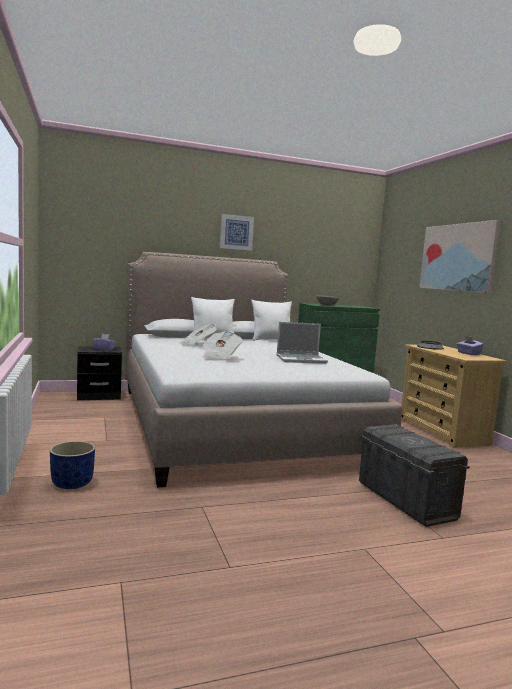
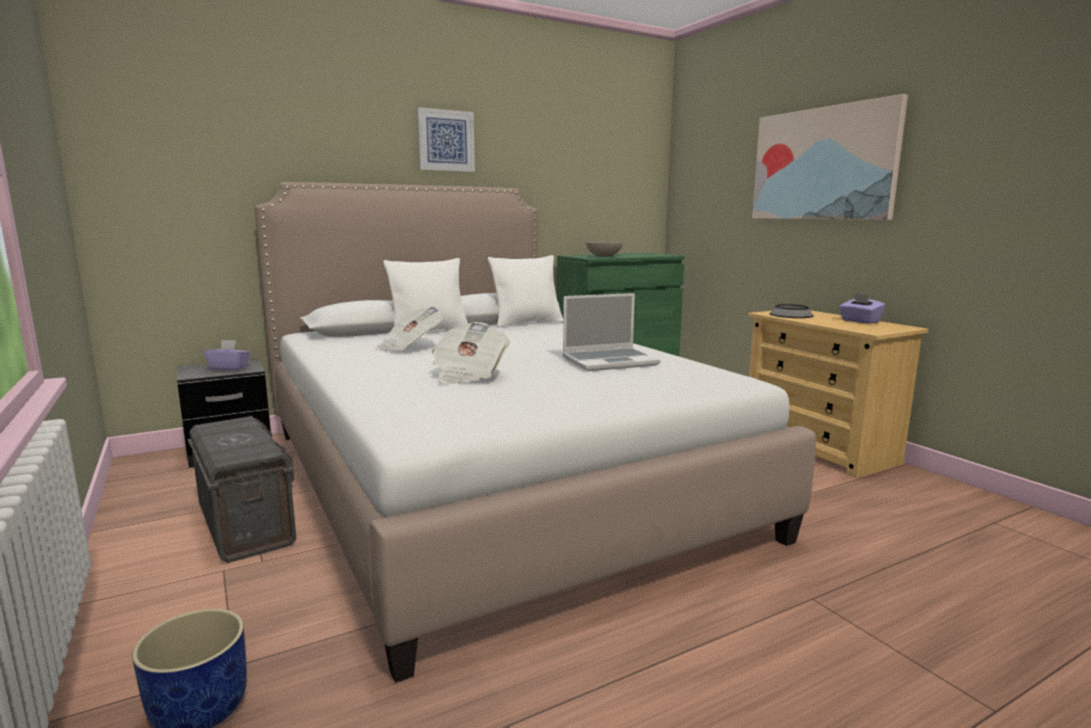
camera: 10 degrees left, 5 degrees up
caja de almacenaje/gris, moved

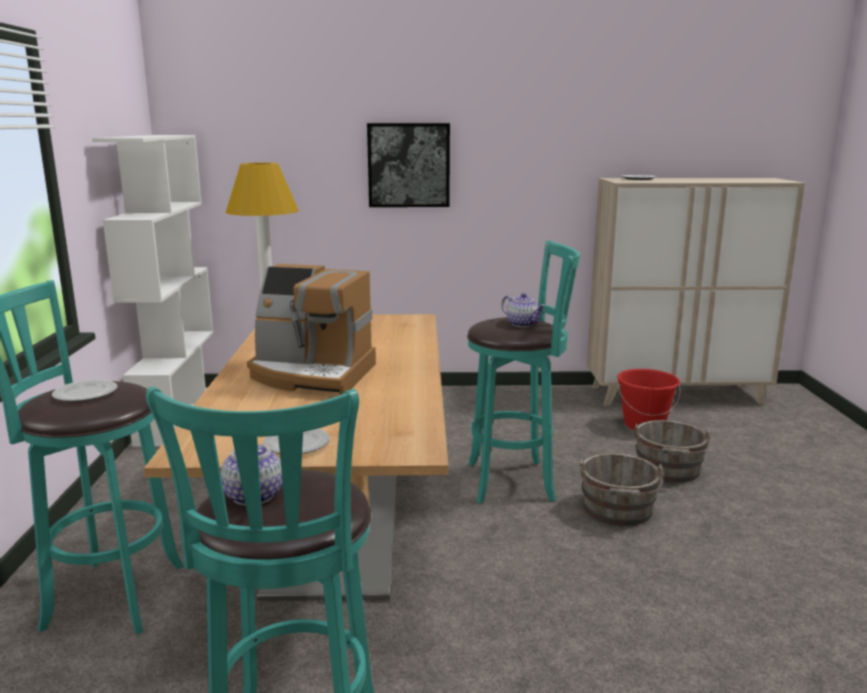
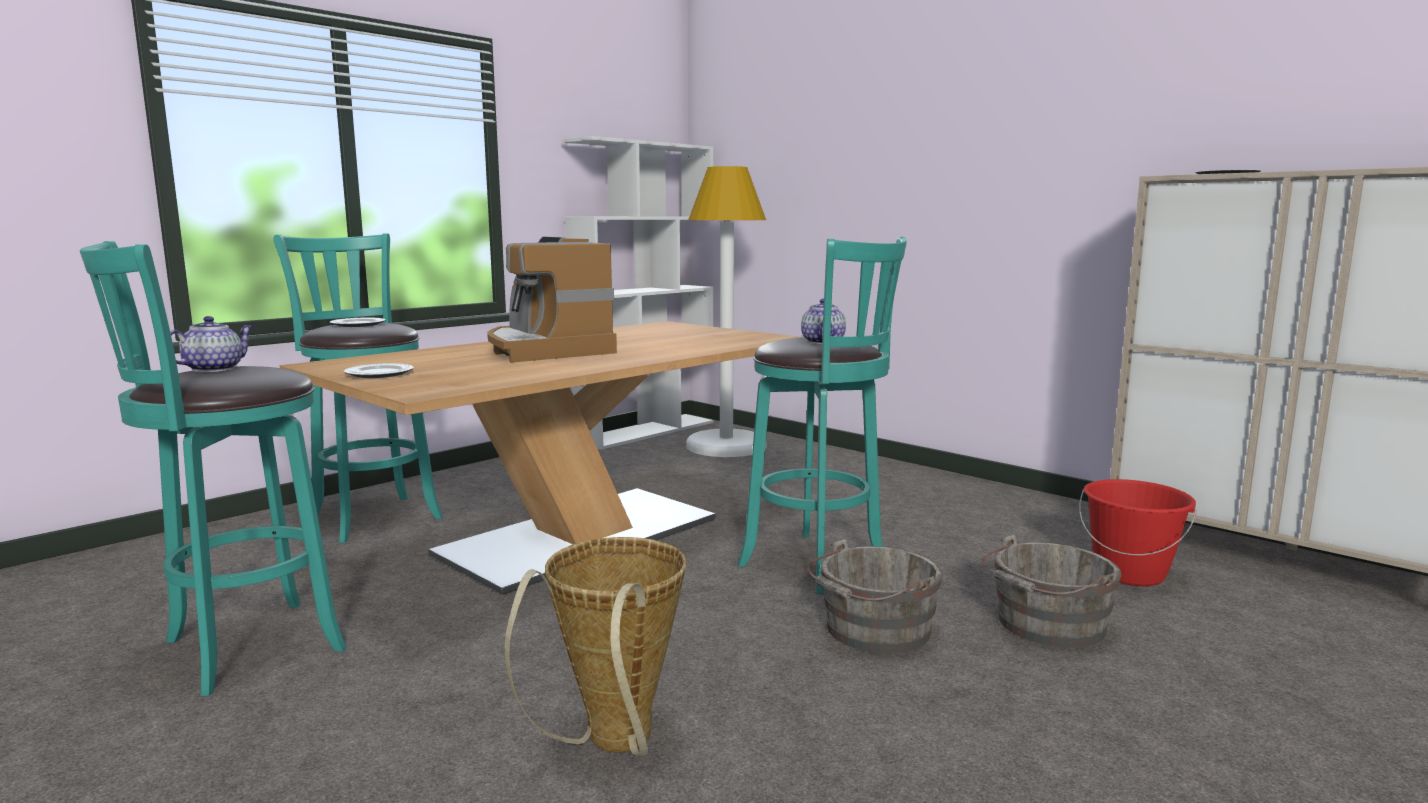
camera: 45 degrees right, 5 degrees down
- → cesta
cuadro → -

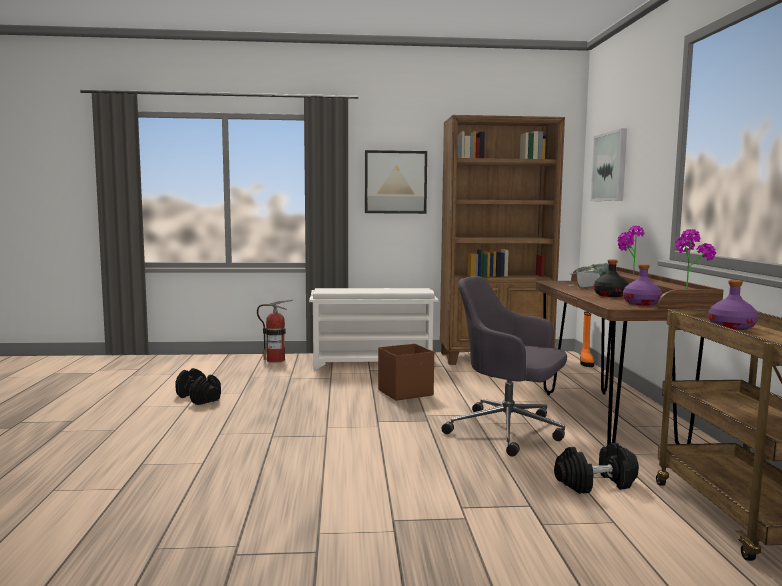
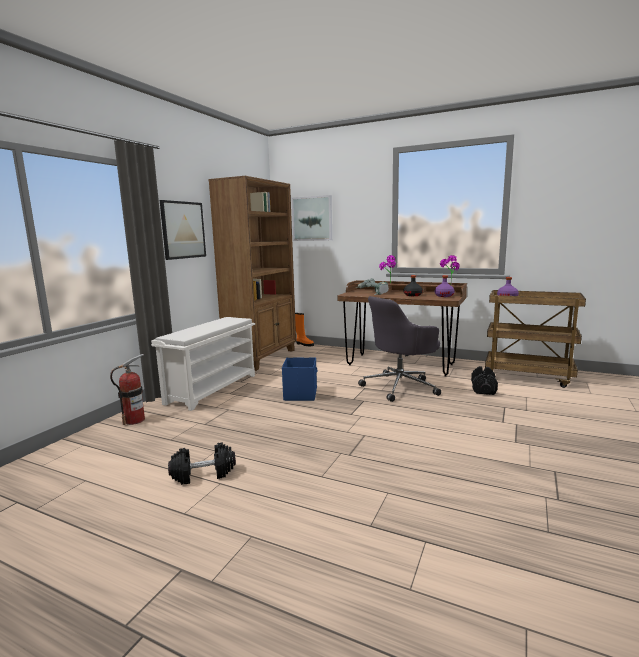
camera: 60 degrees left, 5 degrees up
caja de almacenaje/marrón → caja de almacenaje/azul

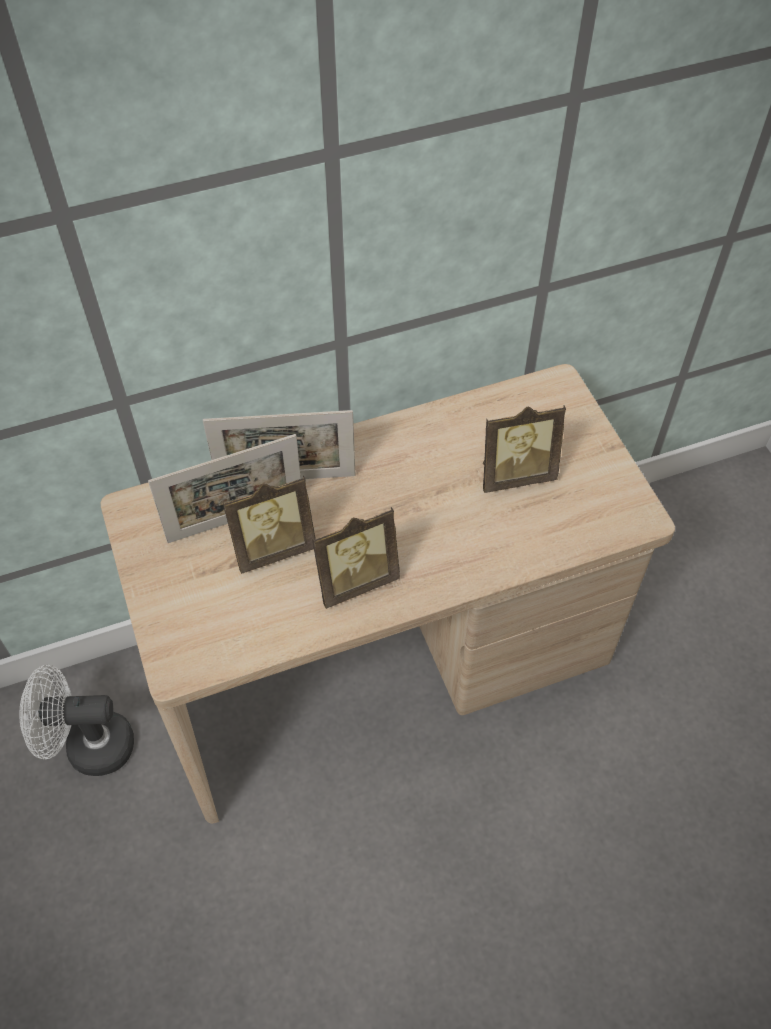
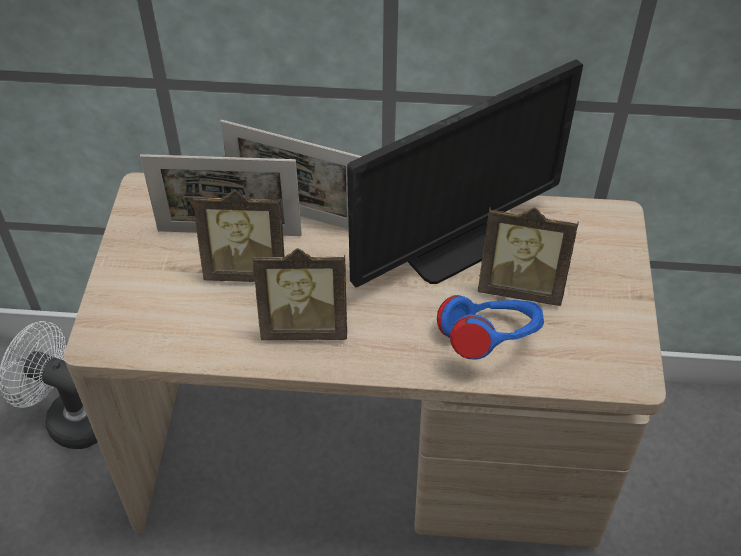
camera: 25 degrees right, 5 degrees down
- → monitor
- → auriculares/azul

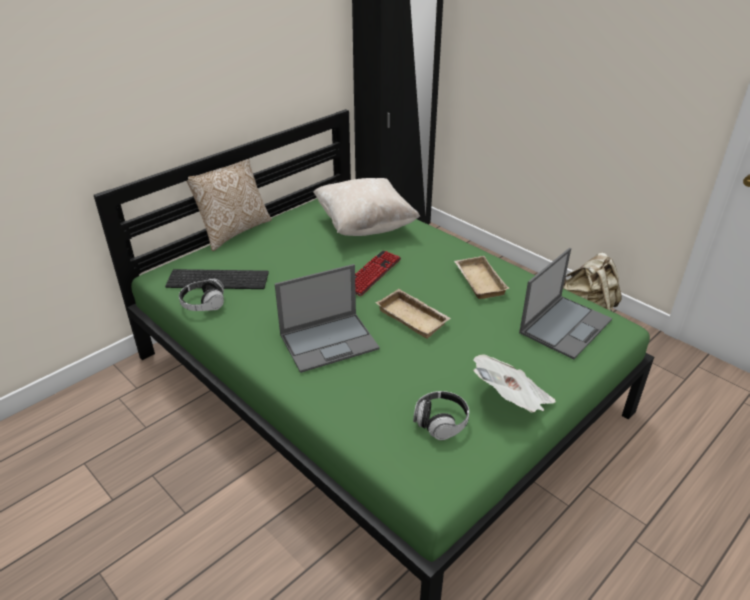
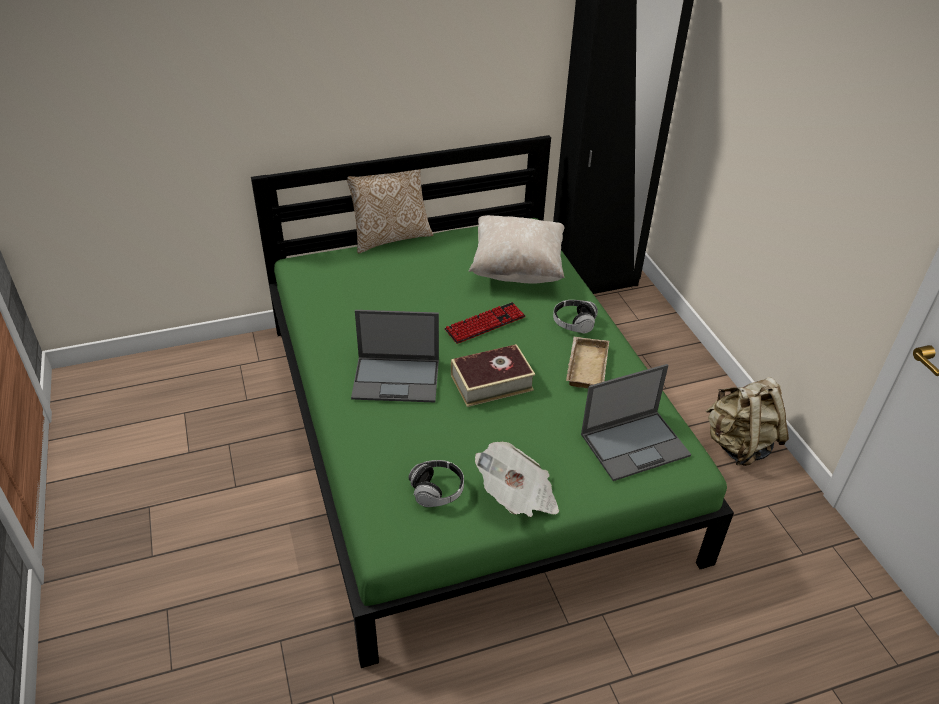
camera: 25 degrees right, 5 degrees up
bandeja/beis (1st from left) → libro
auriculares (1st from left in the first image) → auriculares (2nd from left), moved
teclado (1st from left) → -

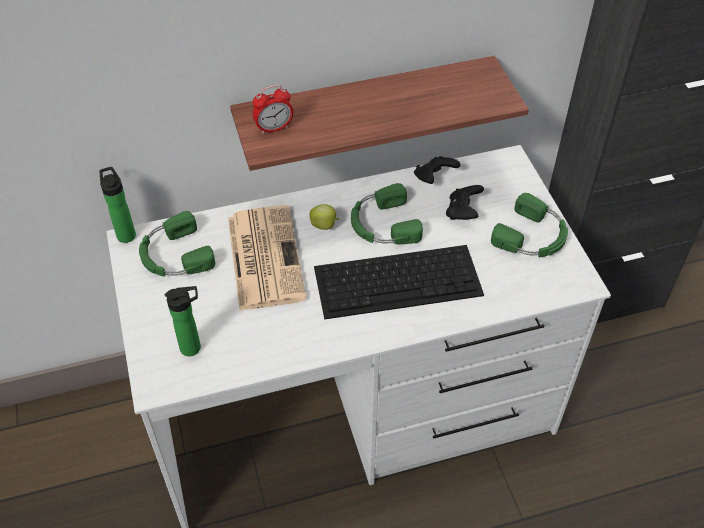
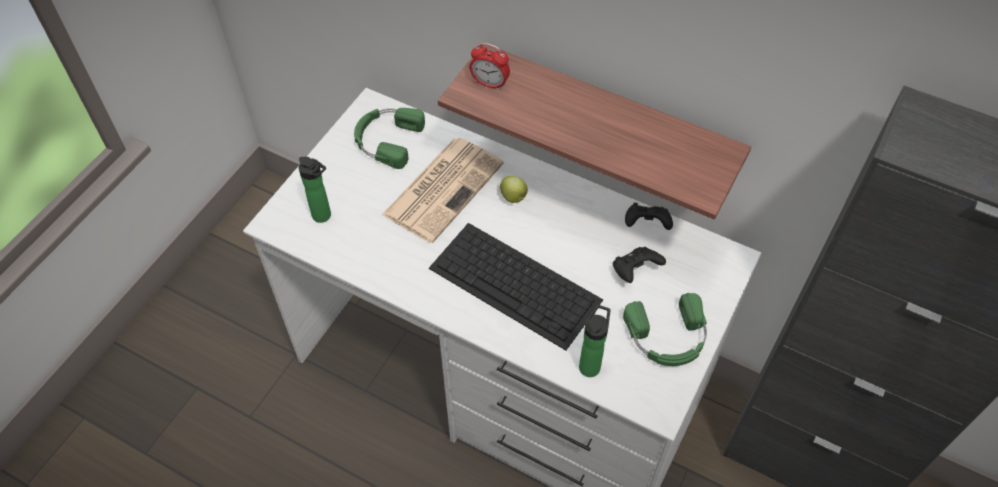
camera: 45 degrees right, 5 degrees up
botella (1st from left in the first image) → botella (2nd from left), moved
auriculares/verde (2nd from left) → -

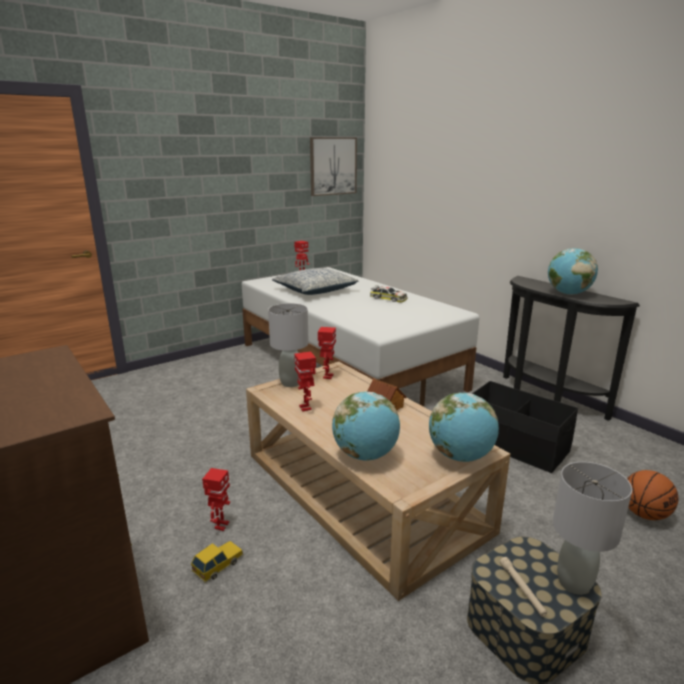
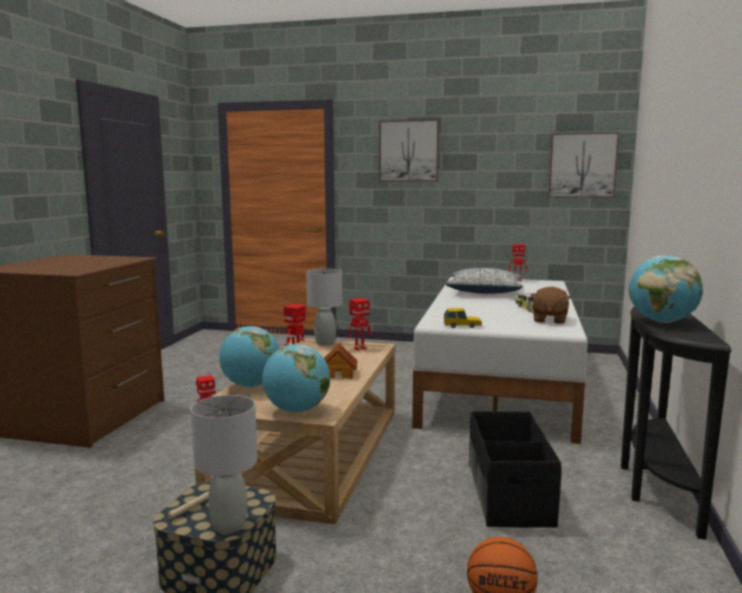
camera: 50 degrees right, 10 degrees down
- → cuadro (1st from left)
coche de juguete (1st from left), moved
- → peluche/marrón

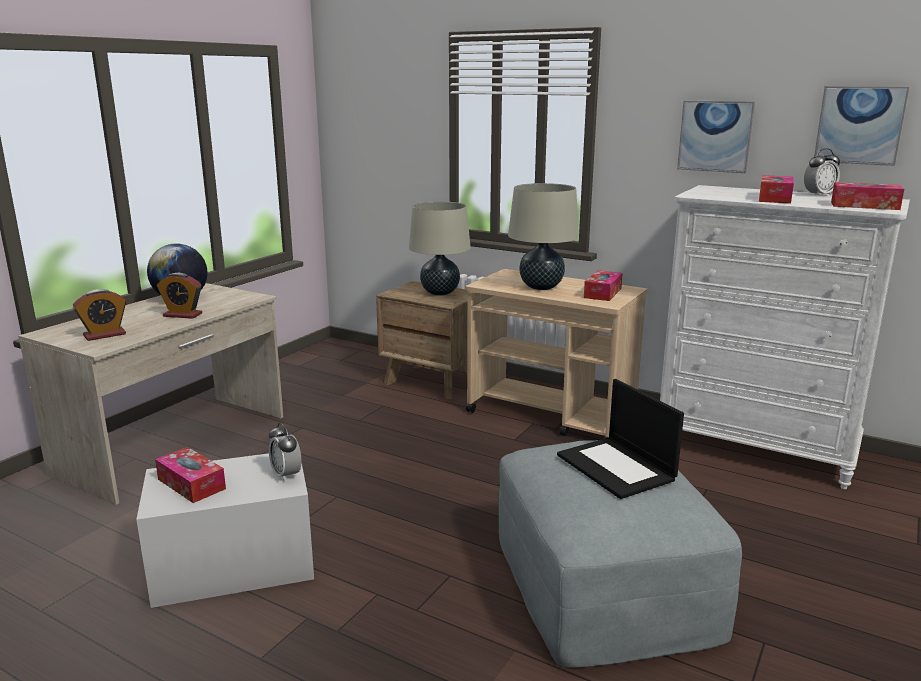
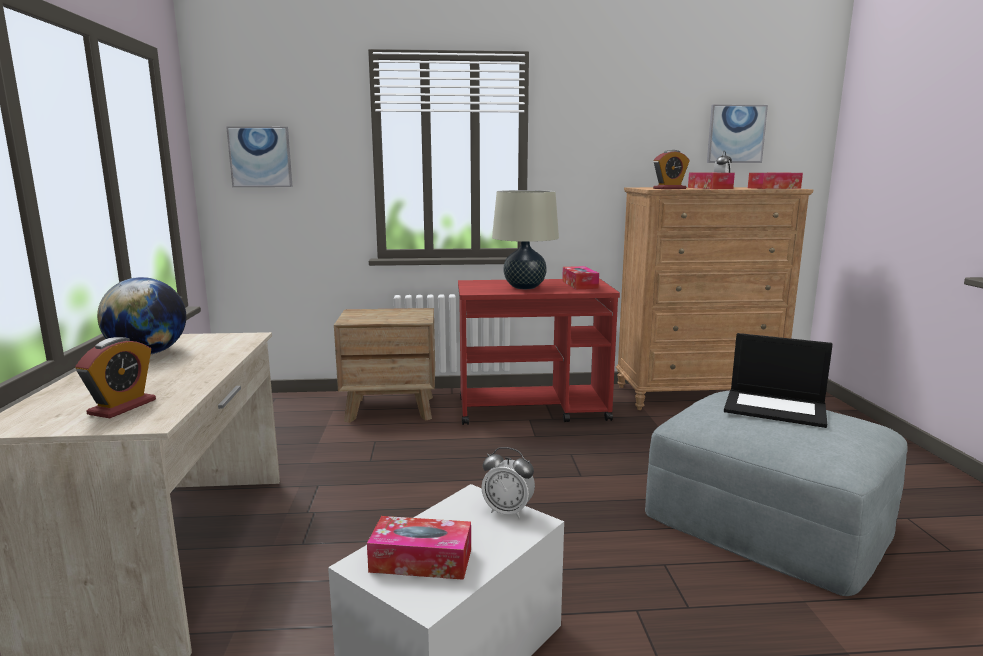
camera: 35 degrees left, 5 degrees down
cuadro (1st from left), moved
carrito/beis → carrito/rojo
cómoda/blanco → cómoda/marrón
despertador (2nd from left in the first image) → despertador (3rd from left), moved
lámpara de mesa/beis (1st from left) → -

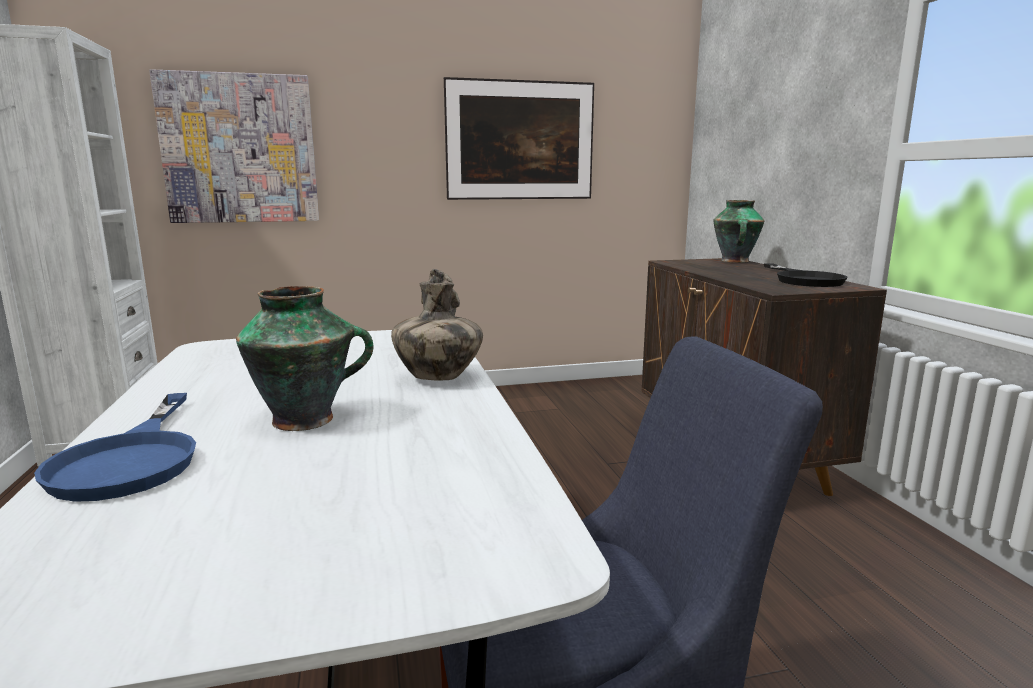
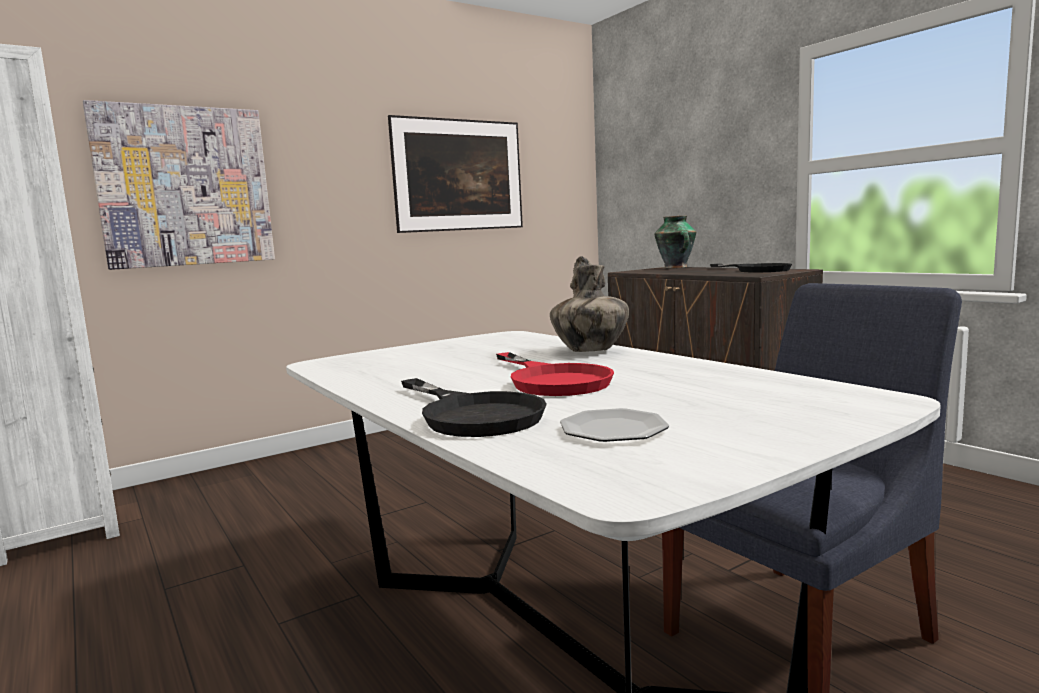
camera: 20 degrees left, 5 degrees down
sartén/azul → sartén/negro (1st from left)
florero (1st from left) → sartén/rojo
- → plato

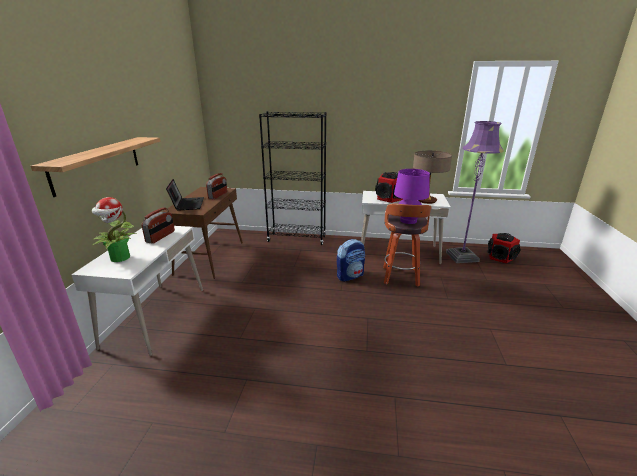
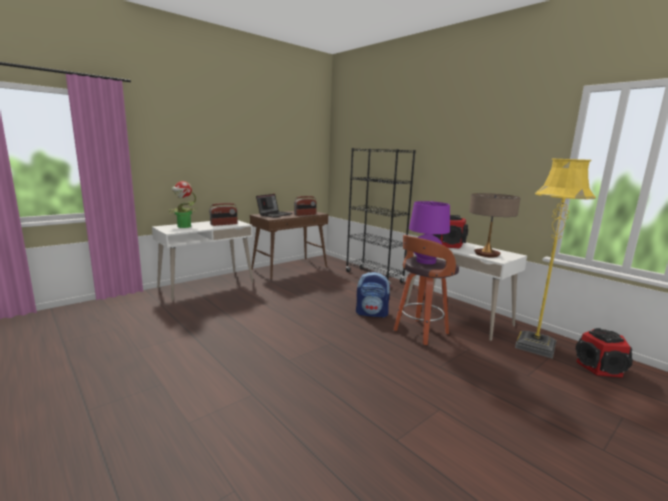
camera: 40 degrees right, 10 degrees down
lámpara de pie/morado → lámpara de pie/amarillo
estante → -

